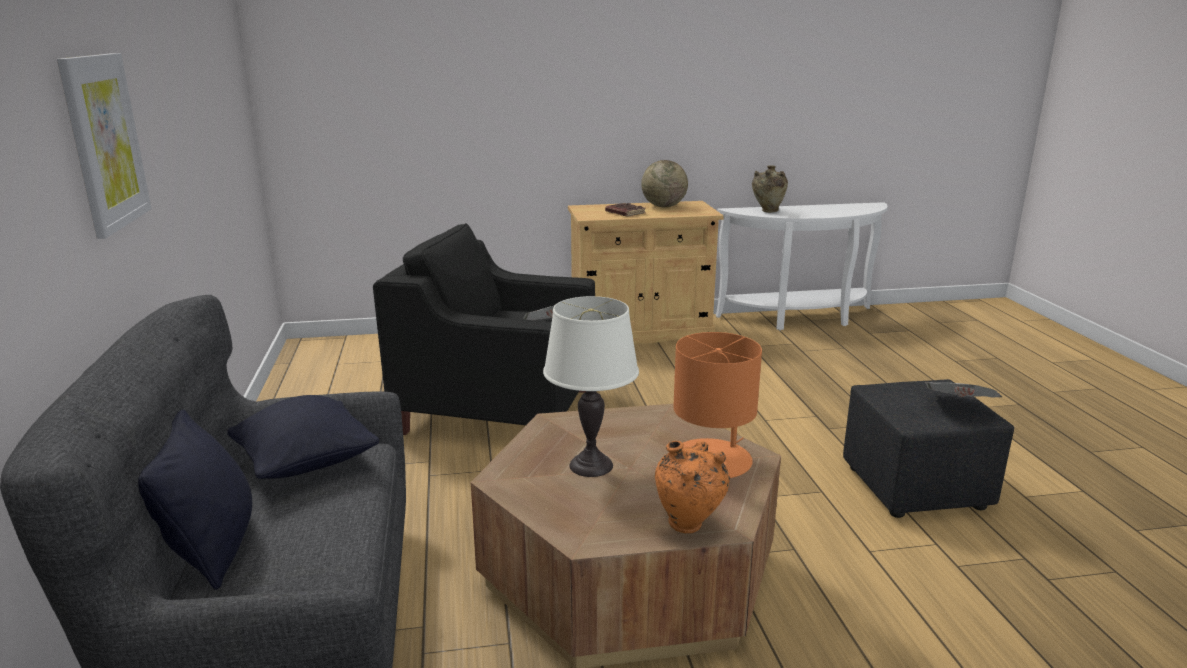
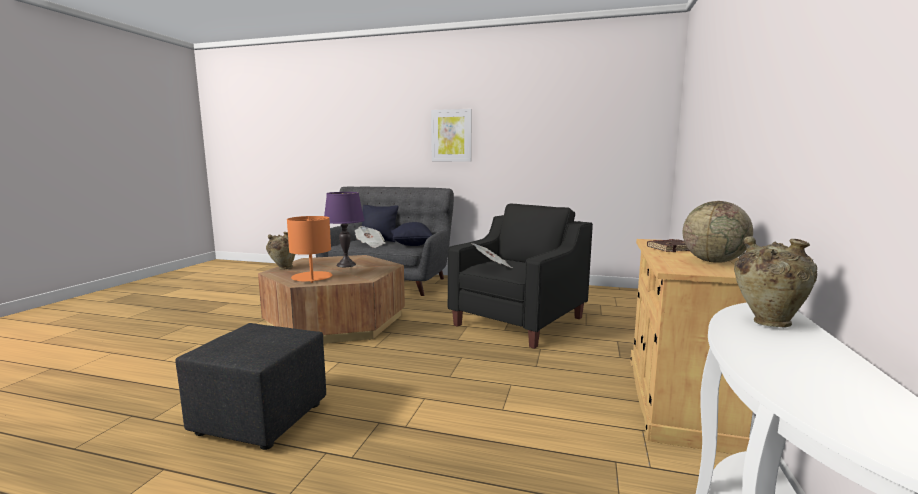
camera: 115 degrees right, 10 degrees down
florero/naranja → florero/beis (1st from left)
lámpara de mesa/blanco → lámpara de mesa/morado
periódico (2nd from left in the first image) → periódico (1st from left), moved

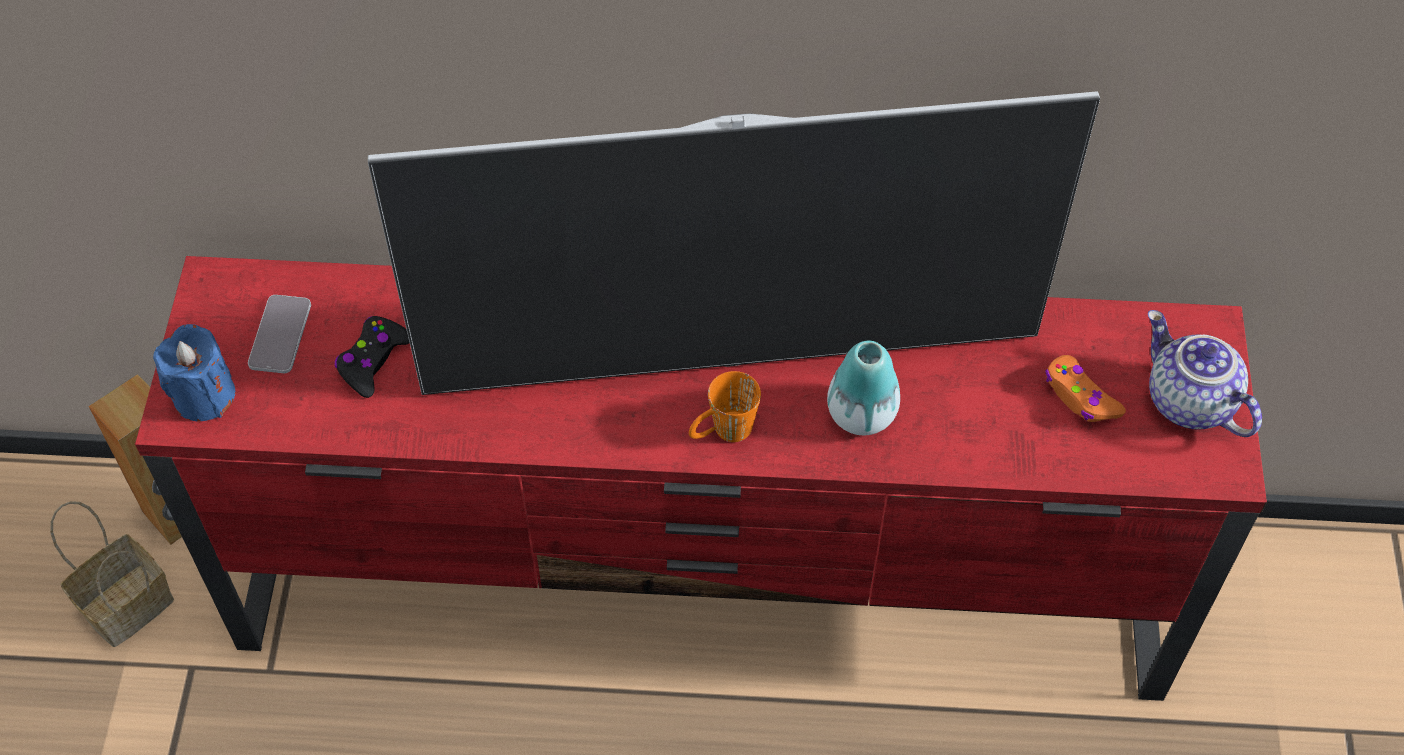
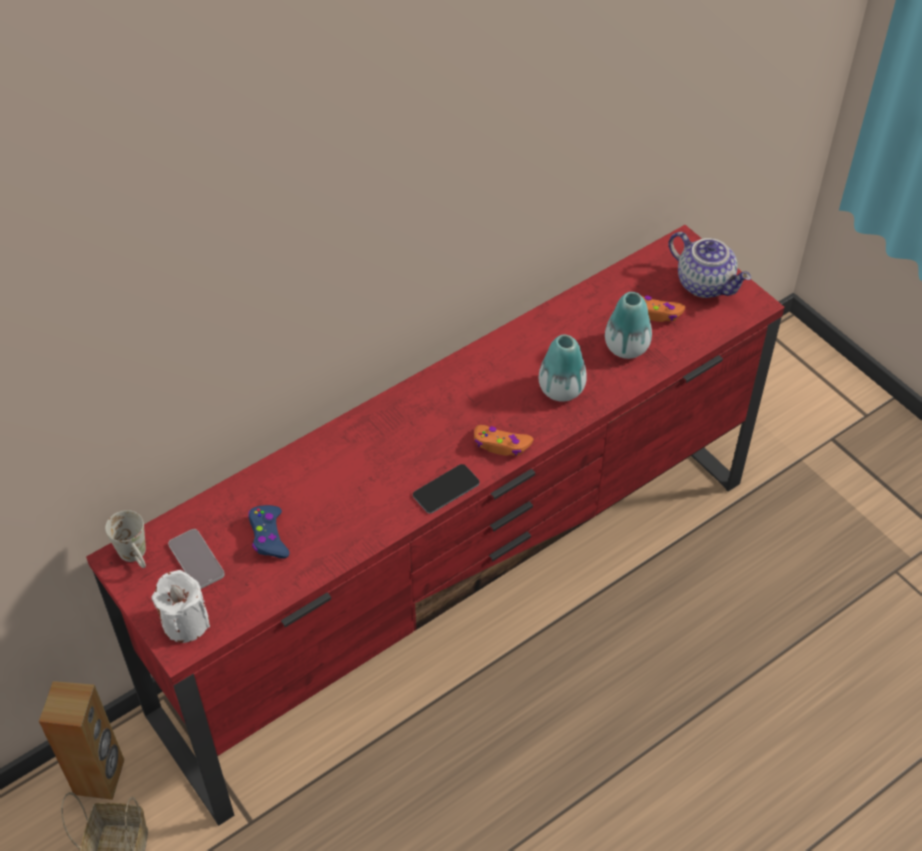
camera: 40 degrees left, 5 degrees down
- → taza grande/blanco
vela/azul → vela/blanco
mando de consola/negro → mando de consola/azul
- → móvil (2nd from left)
taza grande/naranja → mando de consola/naranja (1st from left)
- → florero (2nd from left)
tetera, 150 degrees counterclockwise
televisor → -

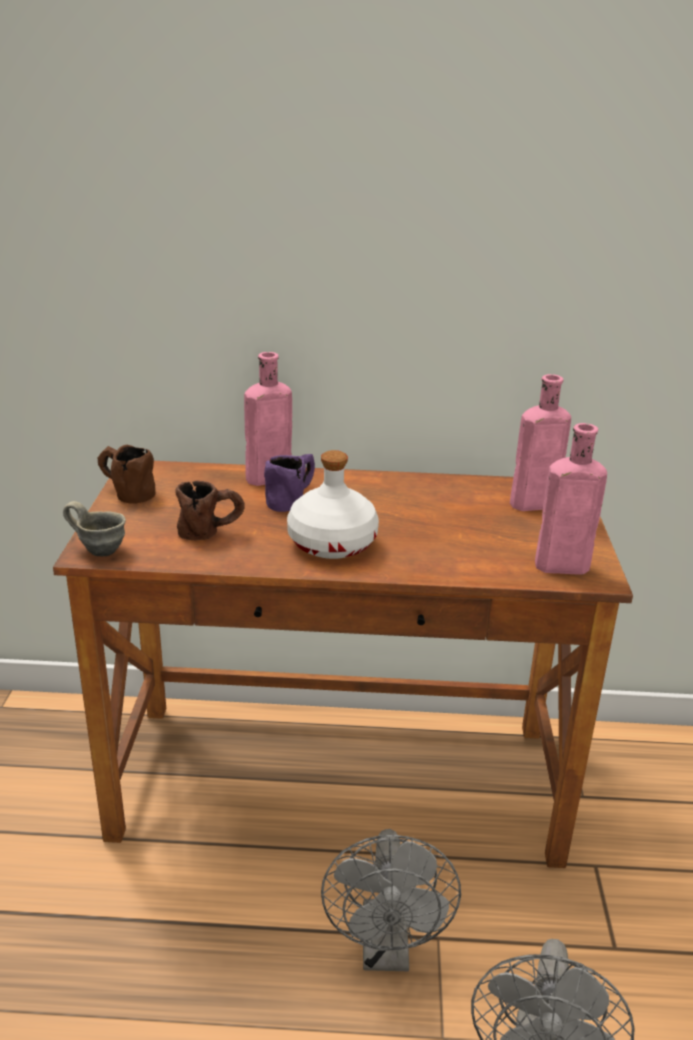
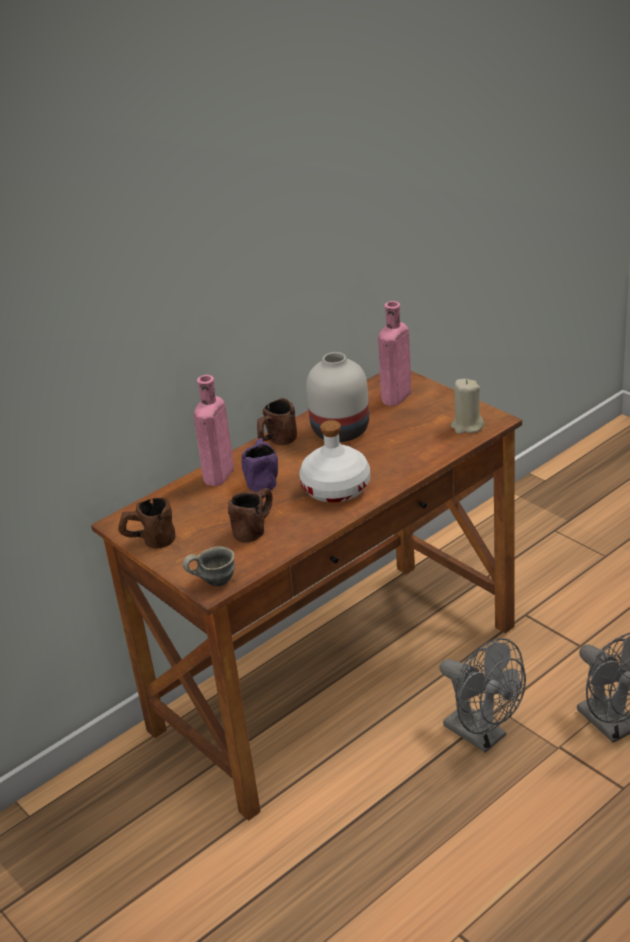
camera: 40 degrees left, 5 degrees up
- → taza grande/marrón (3rd from left)
- → florero/blanco
botella/rosa (3rd from left) → vela/beis

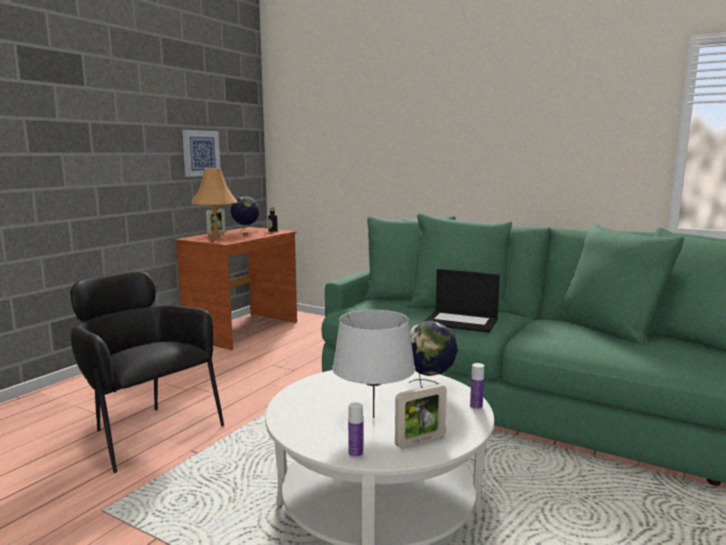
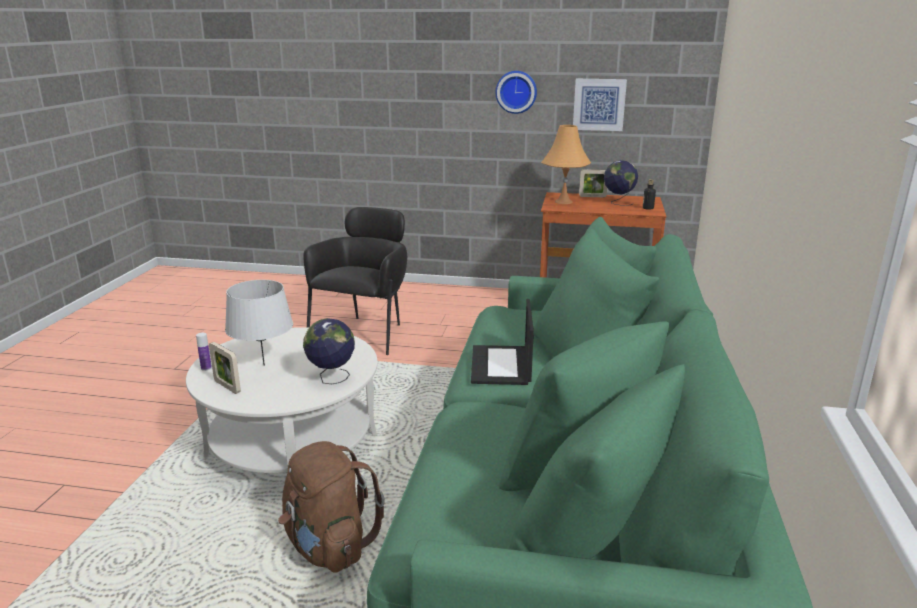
camera: 70 degrees right, 10 degrees up
- → mochila/marrón
- → reloj de pared
botella (3rd from left) → -

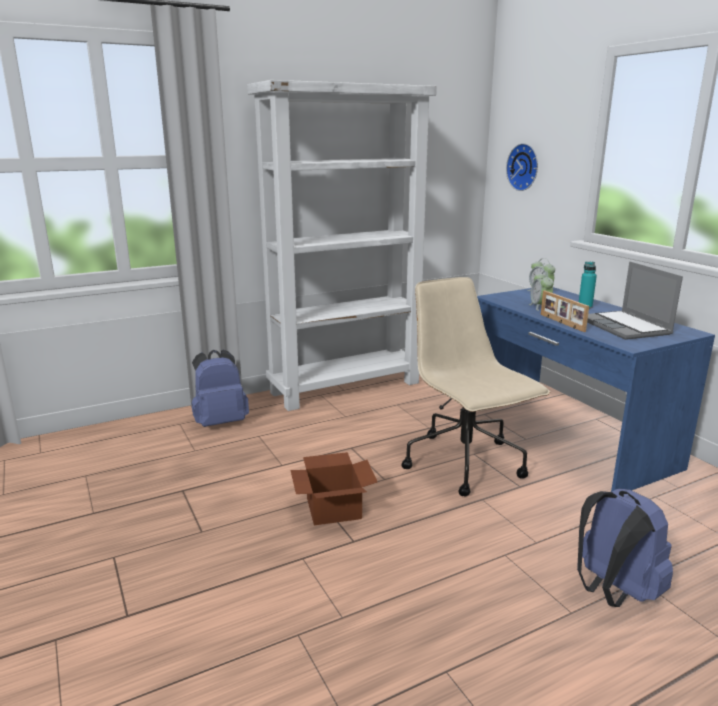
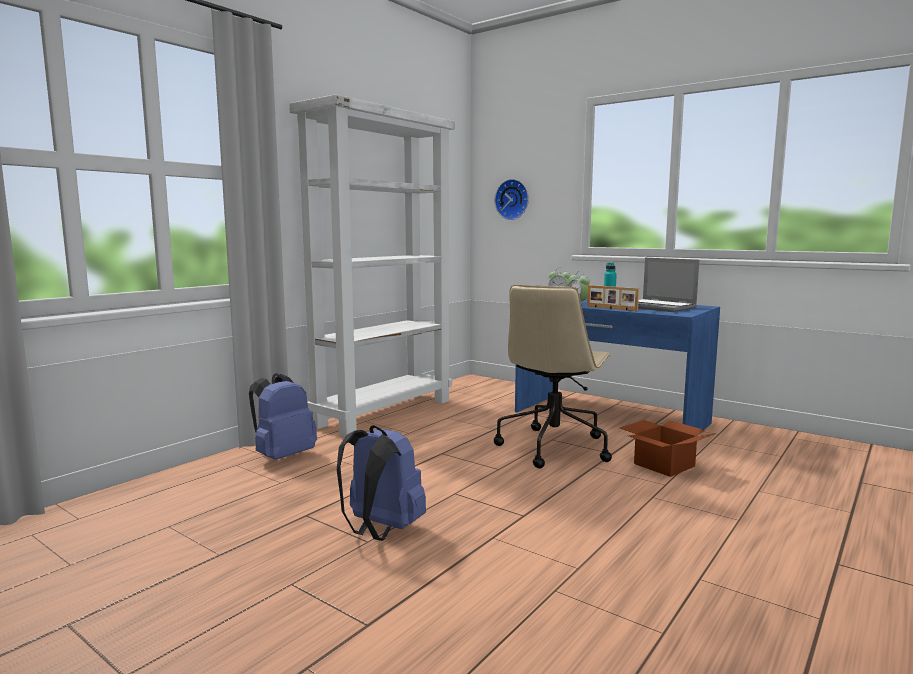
camera: 25 degrees left, 10 degrees down
mochila/azul (2nd from left), moved
silla de oficina/beis, 105 degrees counterclockwise
caja de cartón, moved

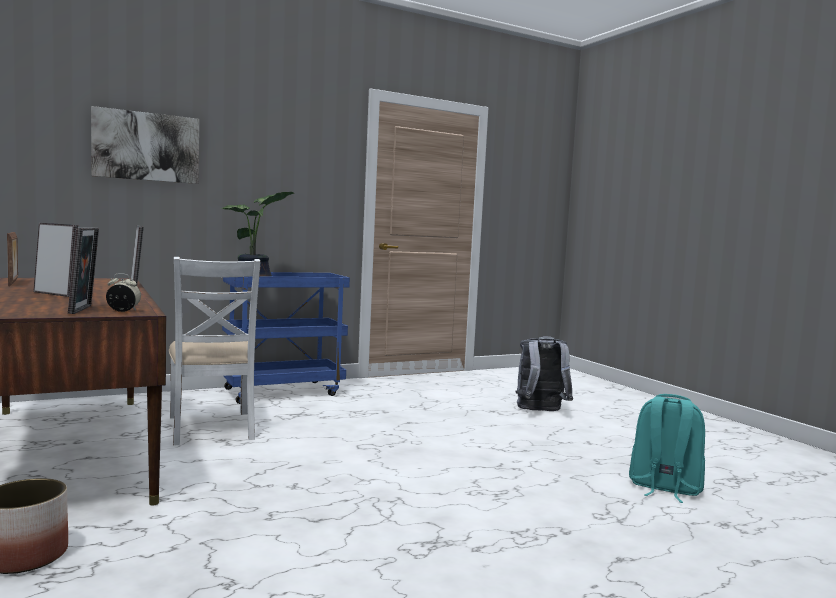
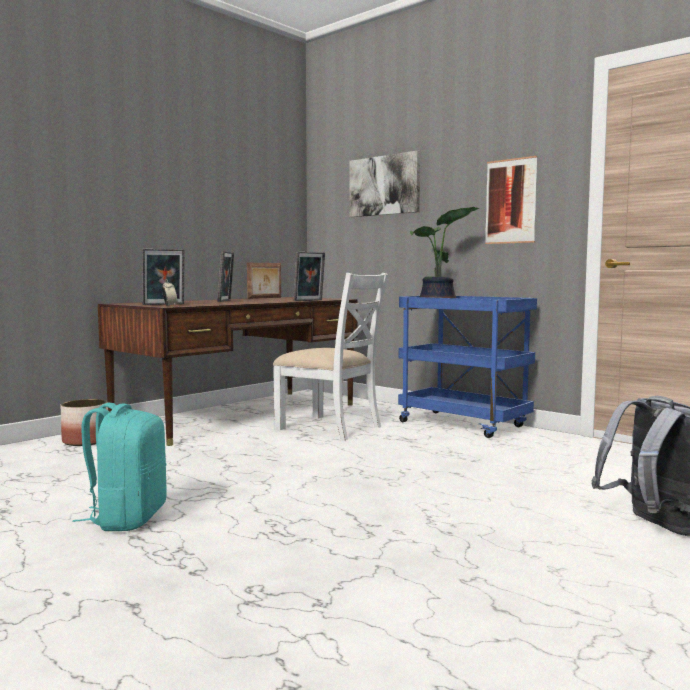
camera: 70 degrees right, 0 degrees up
mochila/turquesa, moved
silla/blanco, 105 degrees counterclockwise
- → cuadro (2nd from left)

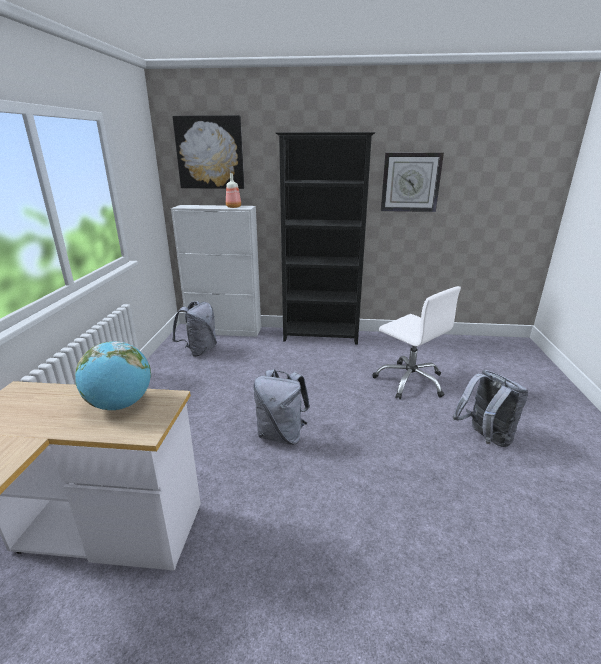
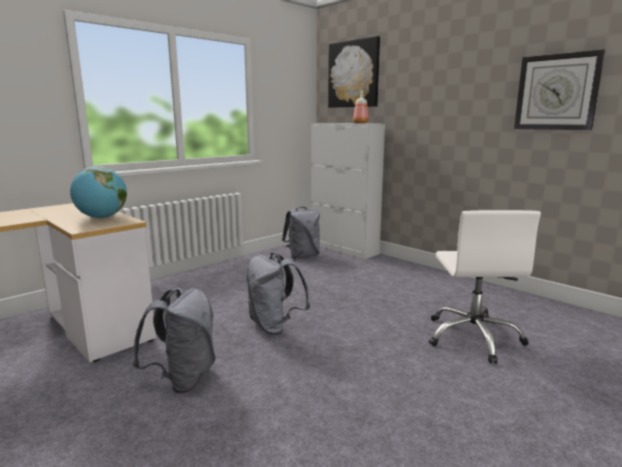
camera: 40 degrees right, 10 degrees down
mochila/gris (3rd from left in the first image) → mochila/gris (1st from left), moved
estantería/negro → -

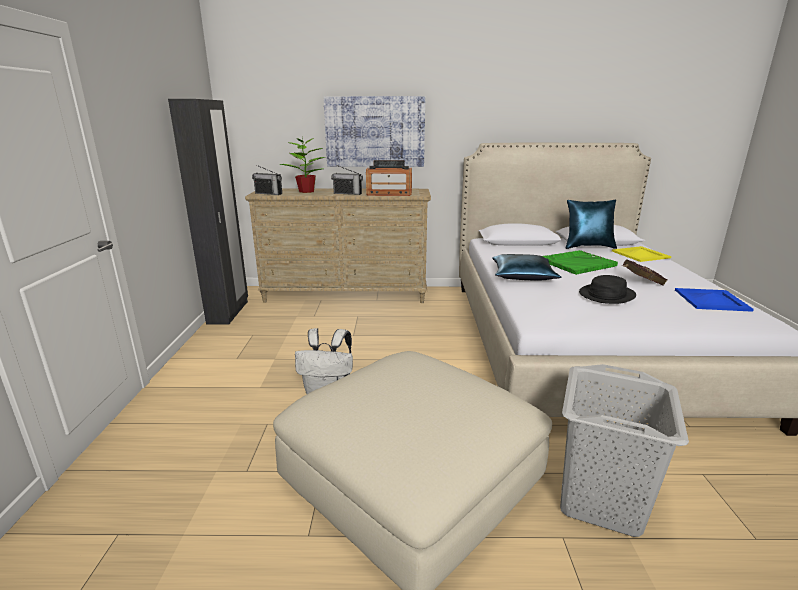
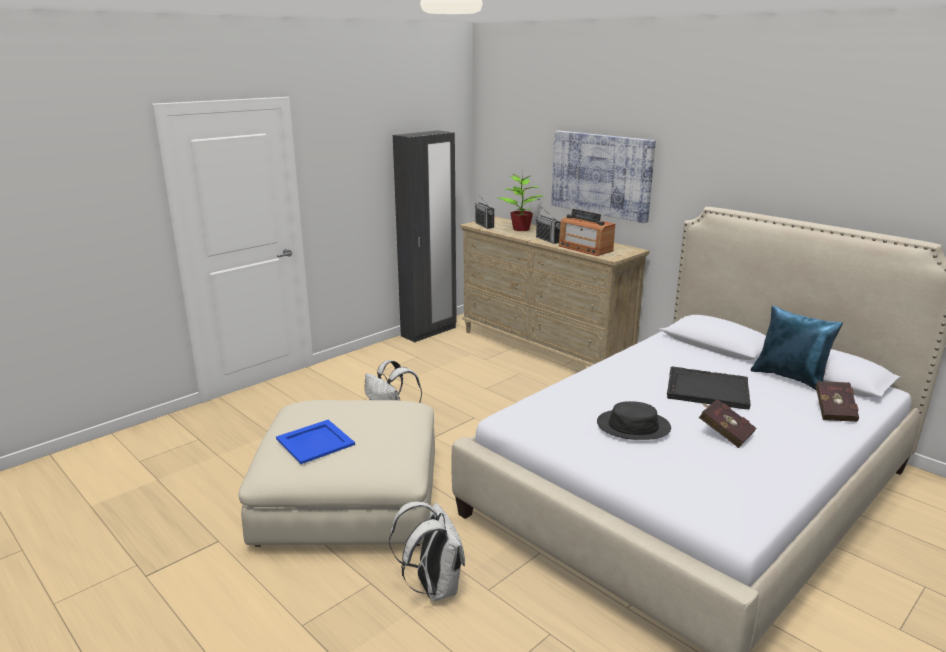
camera: 45 degrees right, 0 degrees up
bandeja/azul, moved
cesto de la ropa/gris → mochila/blanco (2nd from left)
bandeja/verde → bandeja/negro
bandeja/amarillo → libro/rojo (2nd from left)
cojín/azul (1st from left) → -

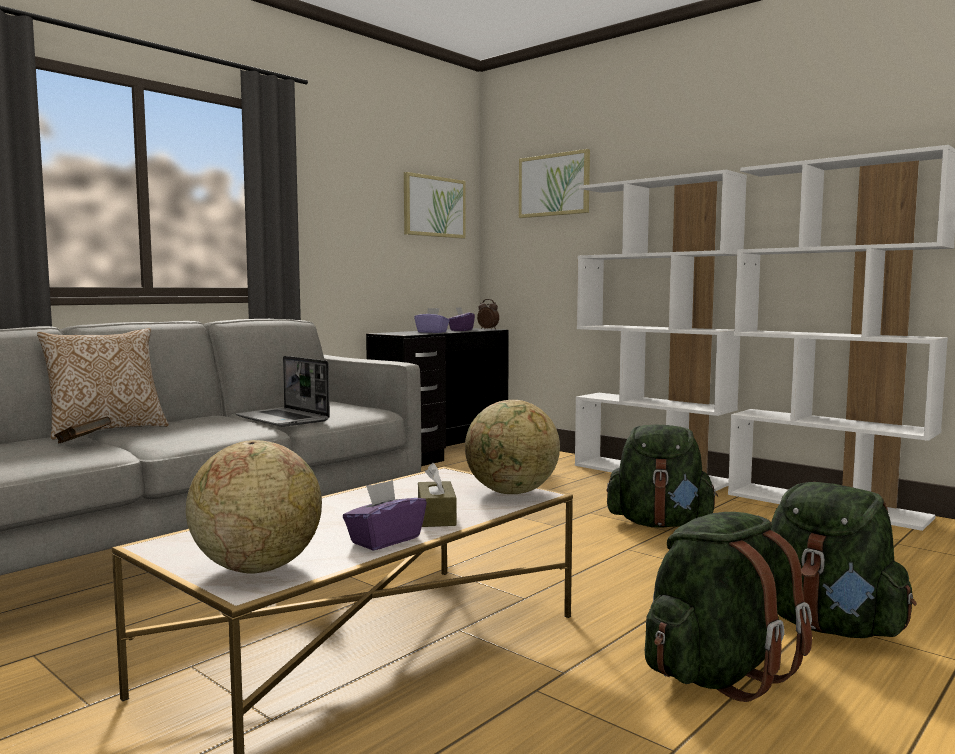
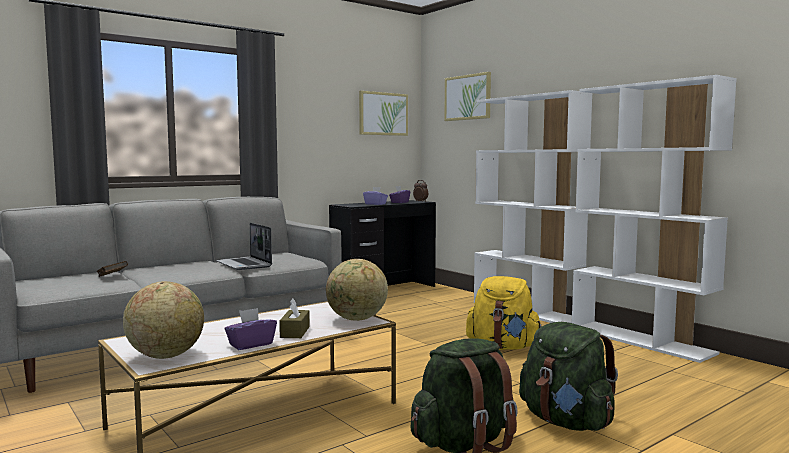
camera: 10 degrees right, 0 degrees up
mochila/verde (1st from left) → mochila/amarillo
cojín → -

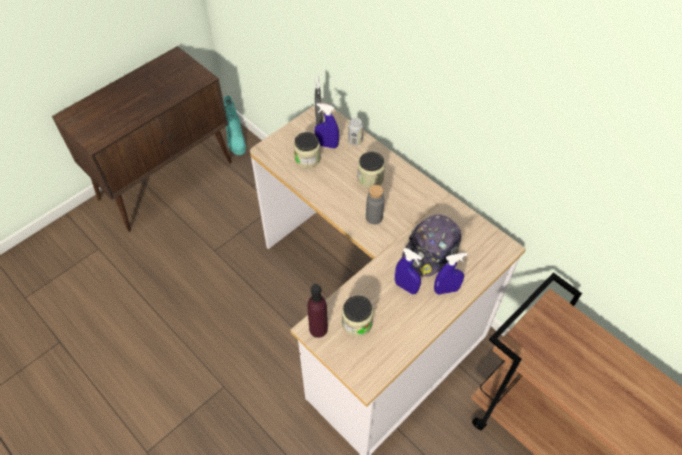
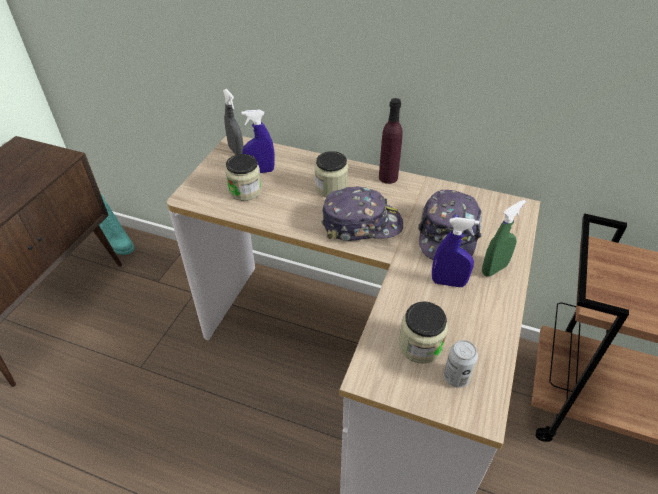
camera: 25 degrees left, 10 degrees down
botella/gris → gorra (1st from left)
botella/morado, moved
lata, moved
pulverizador/azul (3rd from left) → pulverizador/verde

